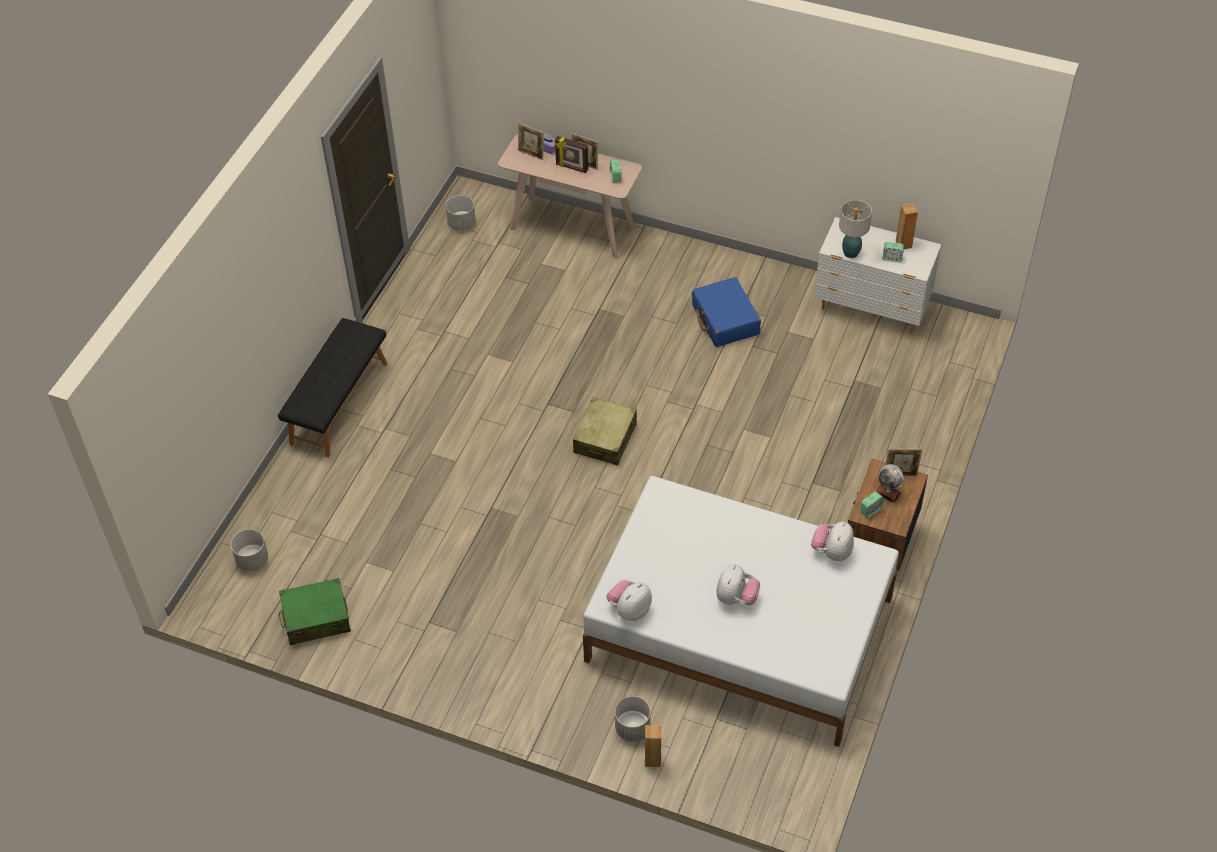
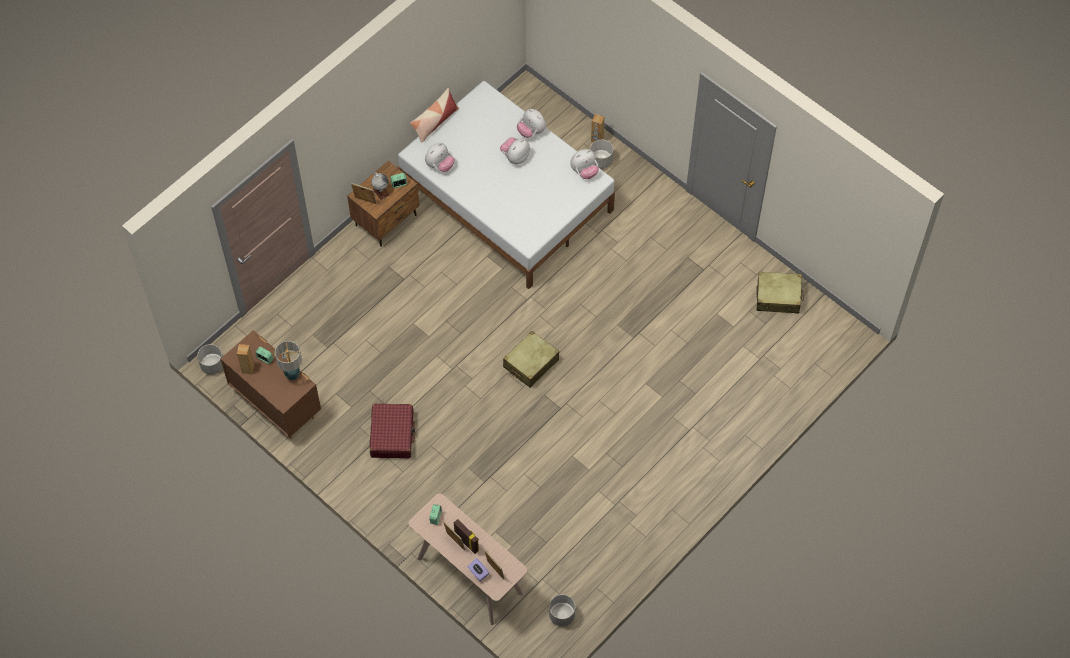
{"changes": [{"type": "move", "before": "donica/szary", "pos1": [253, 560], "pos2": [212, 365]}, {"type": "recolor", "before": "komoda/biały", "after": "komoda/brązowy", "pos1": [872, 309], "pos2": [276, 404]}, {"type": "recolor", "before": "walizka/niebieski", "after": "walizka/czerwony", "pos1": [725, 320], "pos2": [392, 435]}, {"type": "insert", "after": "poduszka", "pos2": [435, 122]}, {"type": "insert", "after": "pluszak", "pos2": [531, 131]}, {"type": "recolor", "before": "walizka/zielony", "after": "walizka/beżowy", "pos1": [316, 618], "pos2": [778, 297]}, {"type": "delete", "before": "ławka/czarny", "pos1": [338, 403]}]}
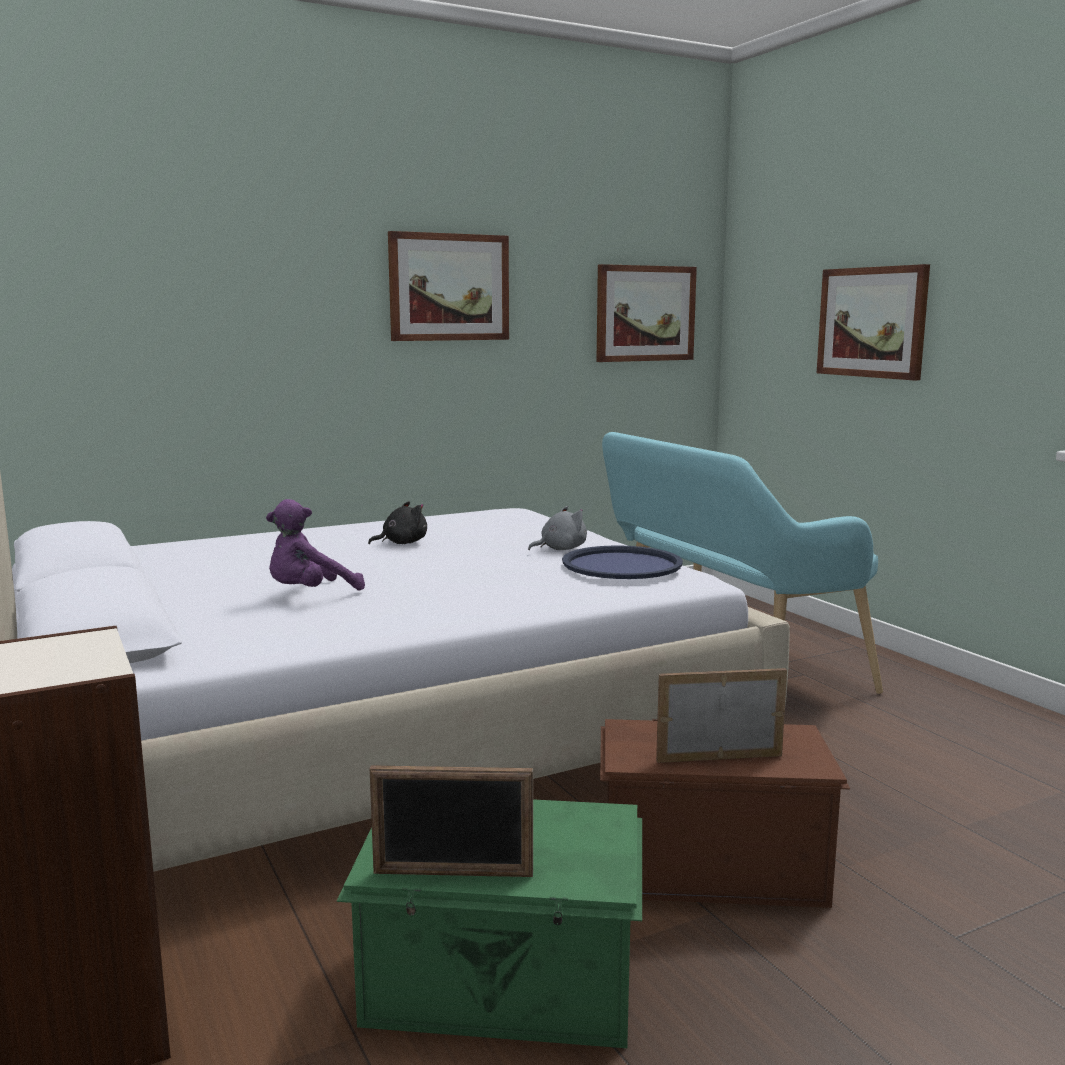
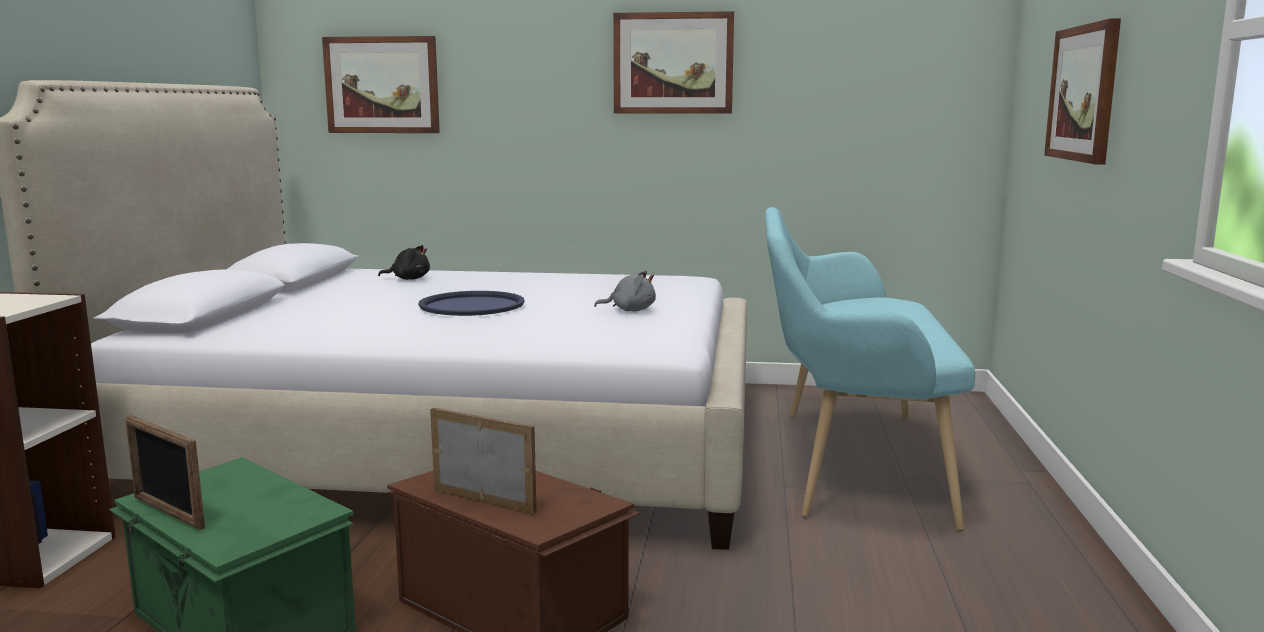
{"changes": [{"type": "move", "before": "obraz", "pos1": [645, 313], "pos2": [382, 85]}, {"type": "move", "before": "pluszak/czarny", "pos1": [402, 543], "pos2": [408, 279]}, {"type": "move", "before": "taca/niebieski", "pos1": [622, 565], "pos2": [471, 305]}, {"type": "delete", "before": "pluszak/fioletowy", "pos1": [310, 594]}]}
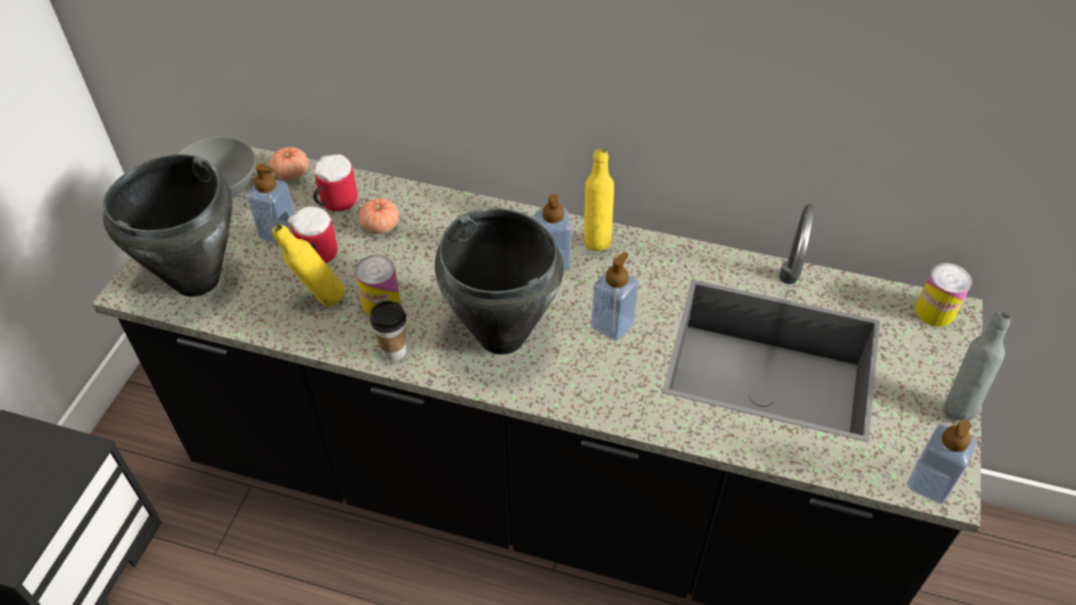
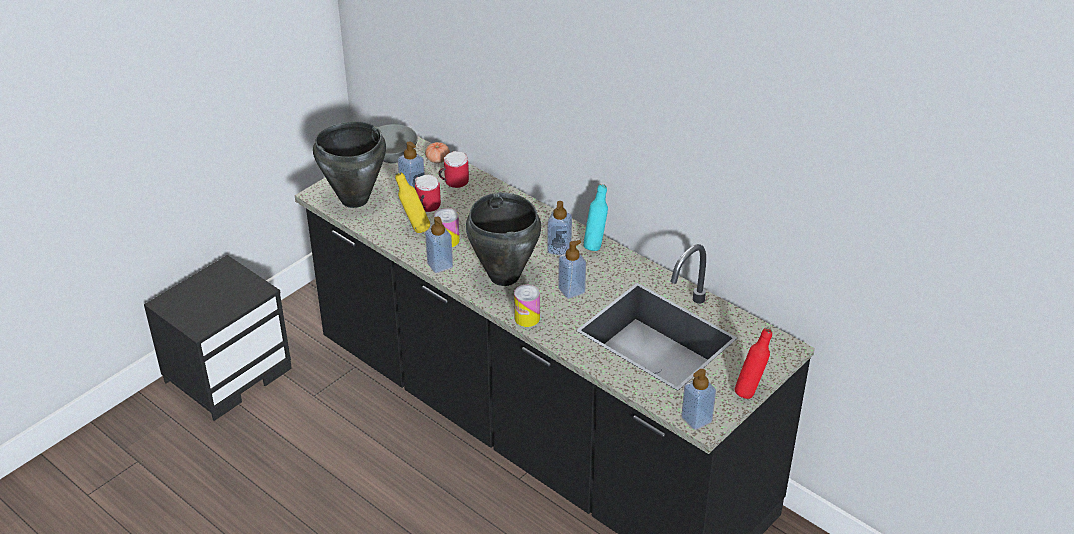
{"changes": [{"type": "replace", "before": "filiżanka", "after": "dozownik mydła", "pos1": [394, 351], "pos2": [440, 265]}, {"type": "move", "before": "puszka", "pos1": [934, 311], "pos2": [527, 318]}, {"type": "recolor", "before": "butelka/żółty", "after": "butelka/turkusowy", "pos1": [596, 238], "pos2": [595, 245]}, {"type": "recolor", "before": "butelka/szary", "after": "butelka/czerwony", "pos1": [959, 403], "pos2": [750, 391]}, {"type": "delete", "before": "pomidor", "pos1": [380, 226]}]}
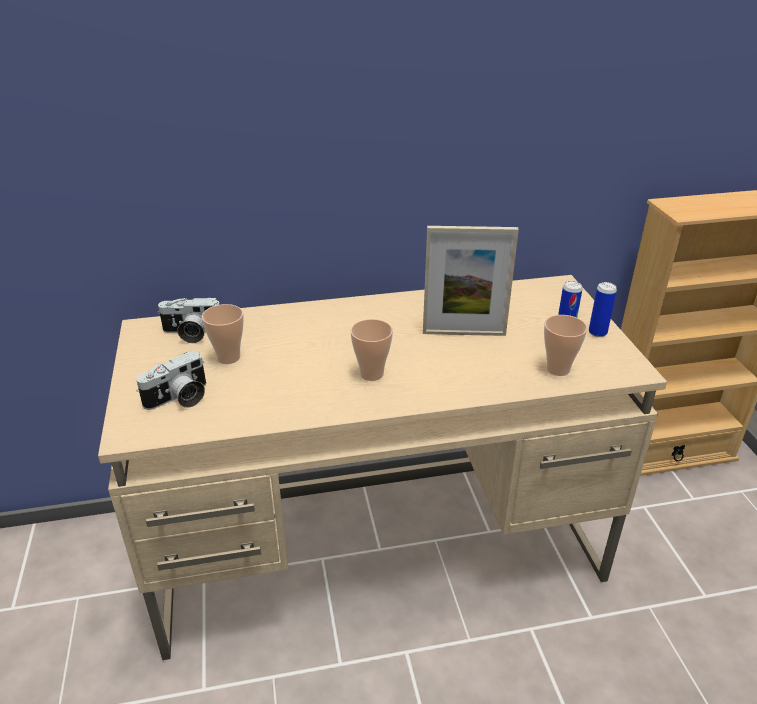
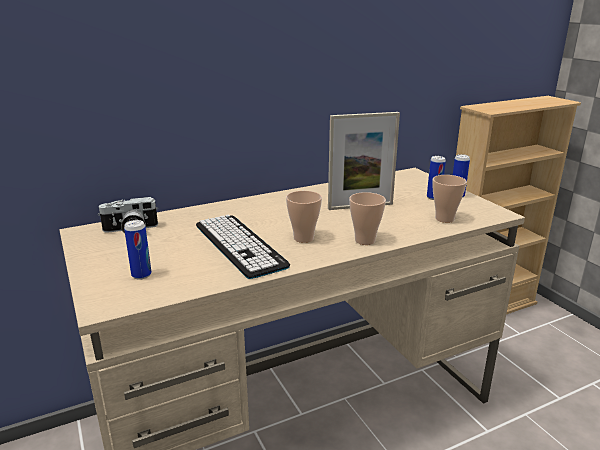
{"changes": [{"type": "replace", "before": "aparat fotograficzny", "after": "puszka", "pos1": [179, 399], "pos2": [141, 275]}, {"type": "insert", "after": "klawiatura", "pos2": [239, 245]}, {"type": "move", "before": "filiżanka", "pos1": [228, 357], "pos2": [365, 240]}]}
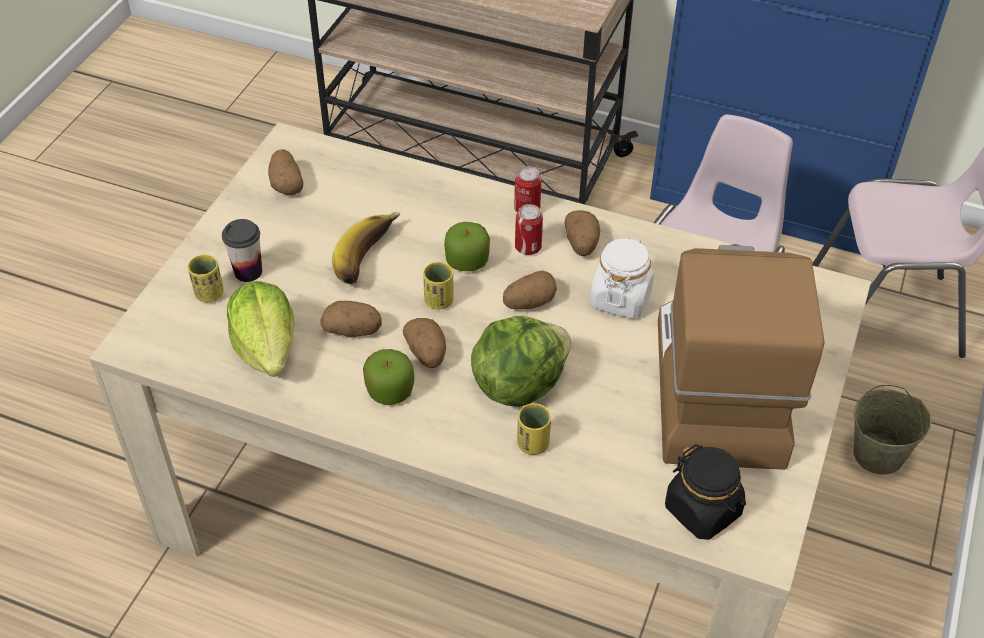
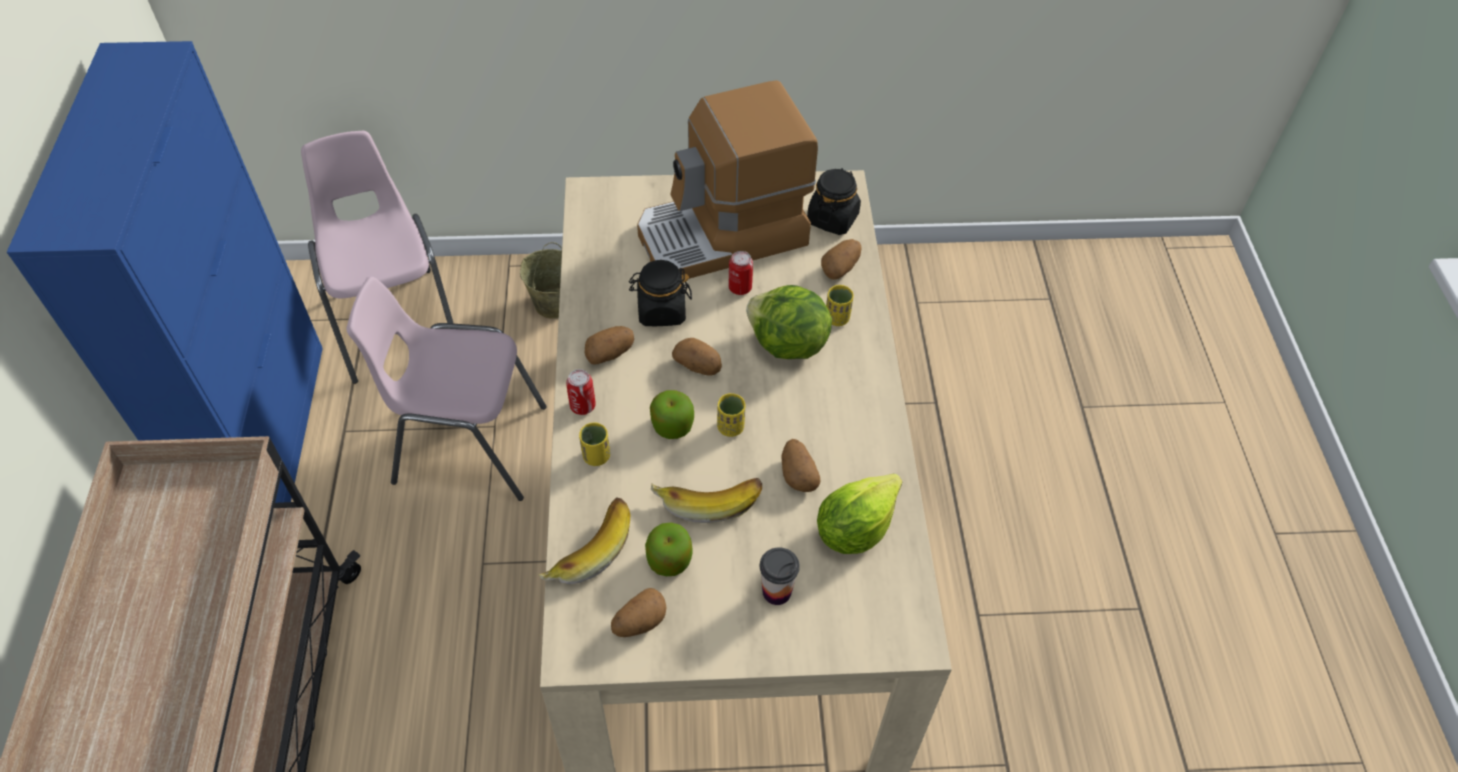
{"changes": [{"type": "insert", "after": "banan", "pos2": [587, 548]}, {"type": "move", "before": "filiżanka/żółty", "pos1": [209, 294], "pos2": [596, 456]}, {"type": "recolor", "before": "słoik/biały", "after": "słoik/czarny", "pos1": [620, 298], "pos2": [661, 311]}, {"type": "move", "before": "jabłko", "pos1": [390, 390], "pos2": [669, 560]}, {"type": "move", "before": "puszka", "pos1": [528, 247], "pos2": [740, 287]}, {"type": "move", "before": "ziemniak", "pos1": [427, 353], "pos2": [840, 268]}]}
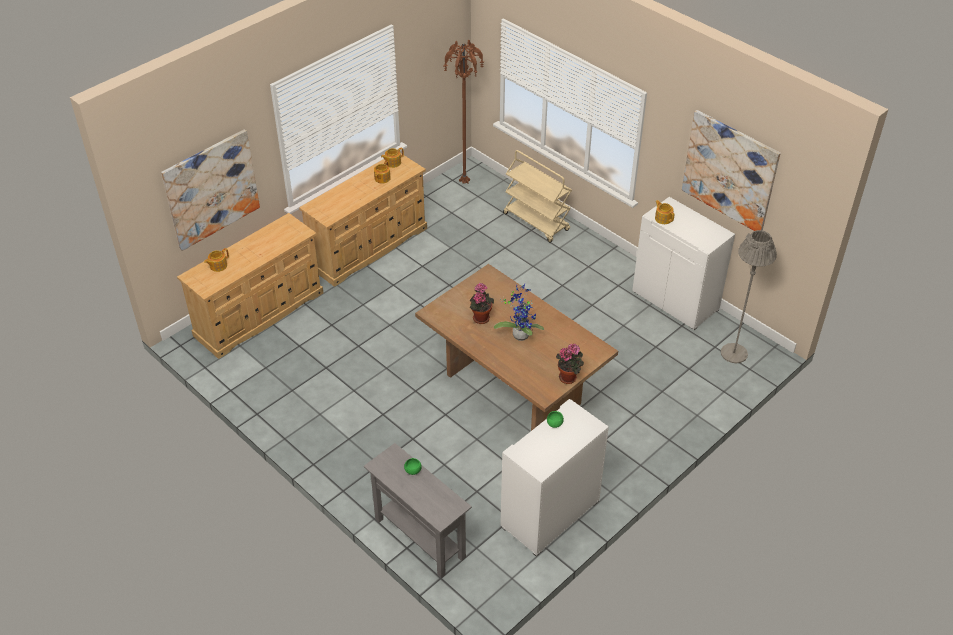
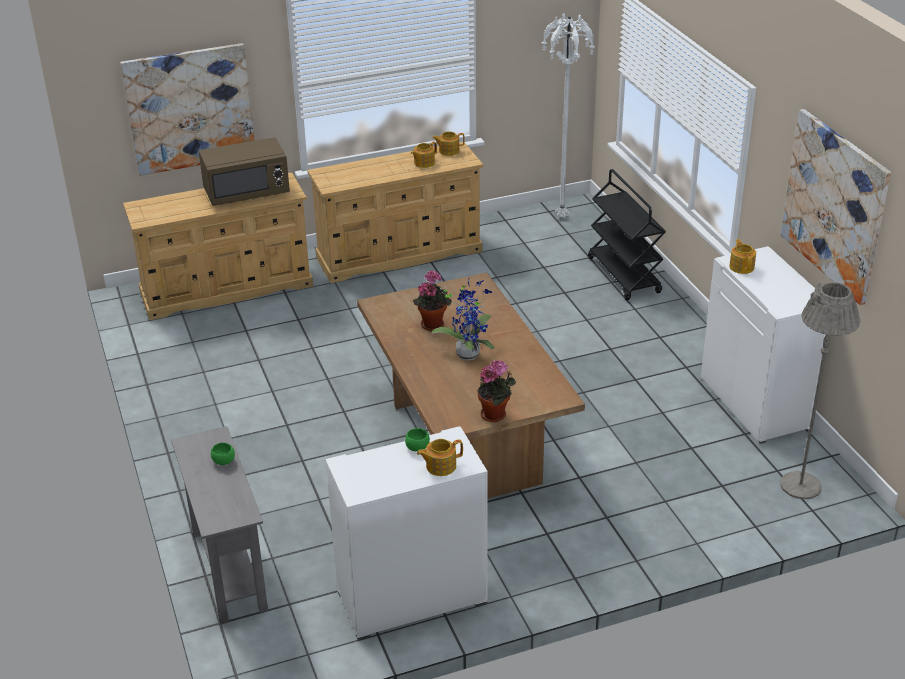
{"changes": [{"type": "insert", "after": "mikrofalówka/brązowy", "pos2": [247, 193]}, {"type": "move", "before": "imbryk", "pos1": [218, 266], "pos2": [440, 466]}, {"type": "recolor", "before": "lampa stojąca/brązowy", "after": "lampa stojąca/biały", "pos1": [465, 183], "pos2": [562, 217]}, {"type": "recolor", "before": "wózek/beżowy", "after": "wózek/czarny", "pos1": [536, 222], "pos2": [624, 276]}]}
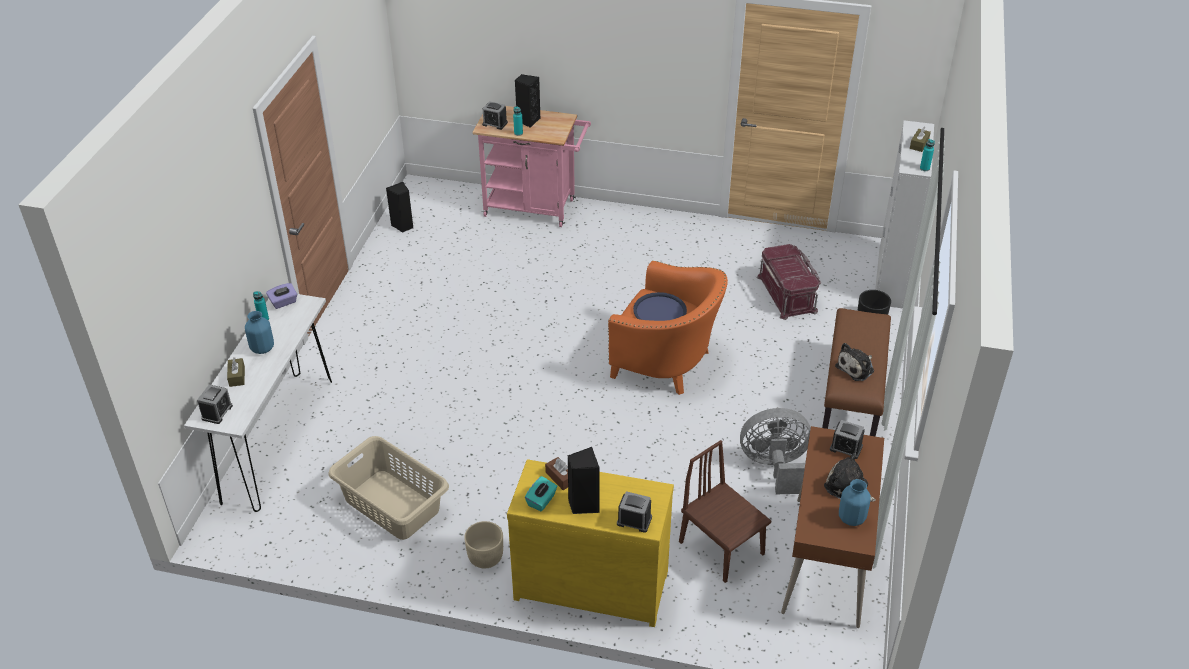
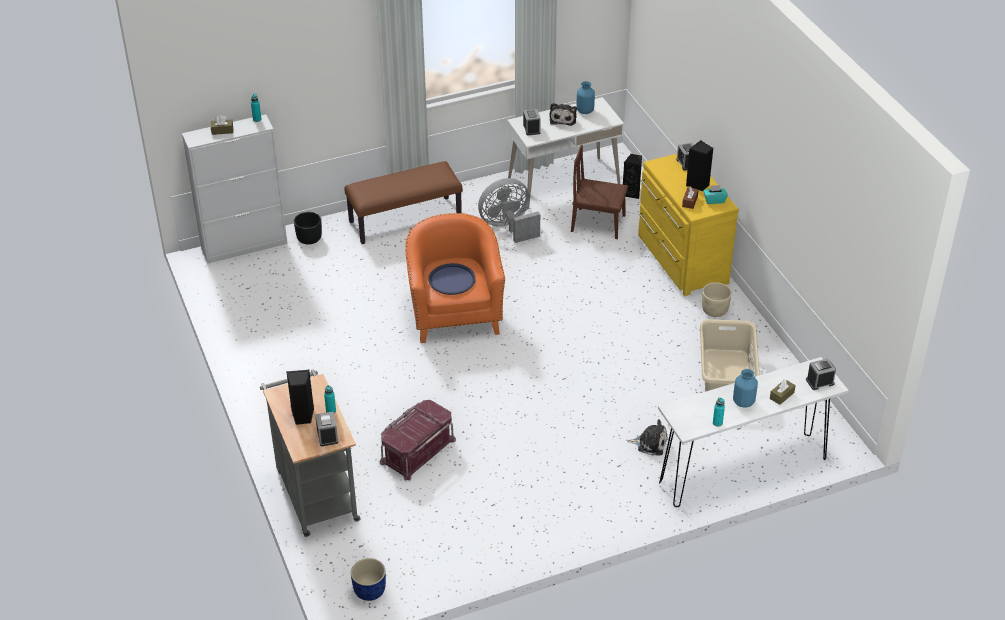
{"changes": [{"type": "recolor", "before": "wózek/różowy", "after": "wózek/szary", "pos1": [535, 208], "pos2": [315, 491]}, {"type": "insert", "after": "donica/niebieski", "pos2": [369, 591]}, {"type": "move", "before": "pojemnik do przechowywania/czerwony", "pos1": [787, 294], "pos2": [417, 450]}, {"type": "rotate", "before": "wentylator/szary", "pos1": [776, 468], "pos2": [508, 227], "turn": 105}, {"type": "recolor", "before": "biurko/brązowy", "after": "biurko/biały", "pos1": [827, 561], "pos2": [563, 183]}, {"type": "rotate", "before": "krzesło/brązowy", "pos1": [721, 548], "pos2": [598, 223], "turn": 90}, {"type": "move", "before": "głośnik/czarny", "pos1": [403, 226], "pos2": [632, 193]}, {"type": "move", "before": "pluszak", "pos1": [856, 368], "pos2": [650, 443]}, {"type": "delete", "before": "pudełko chusteczek/fioletowy", "pos1": [283, 302]}]}
